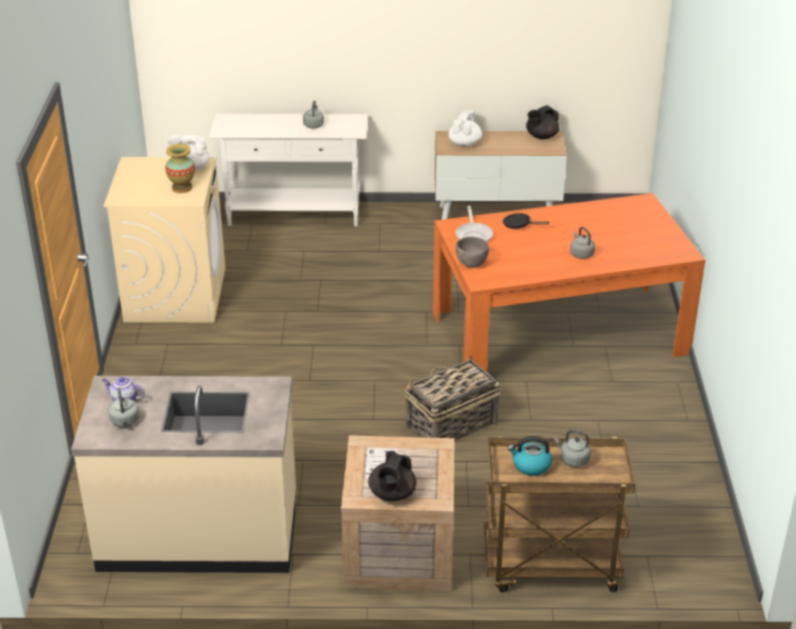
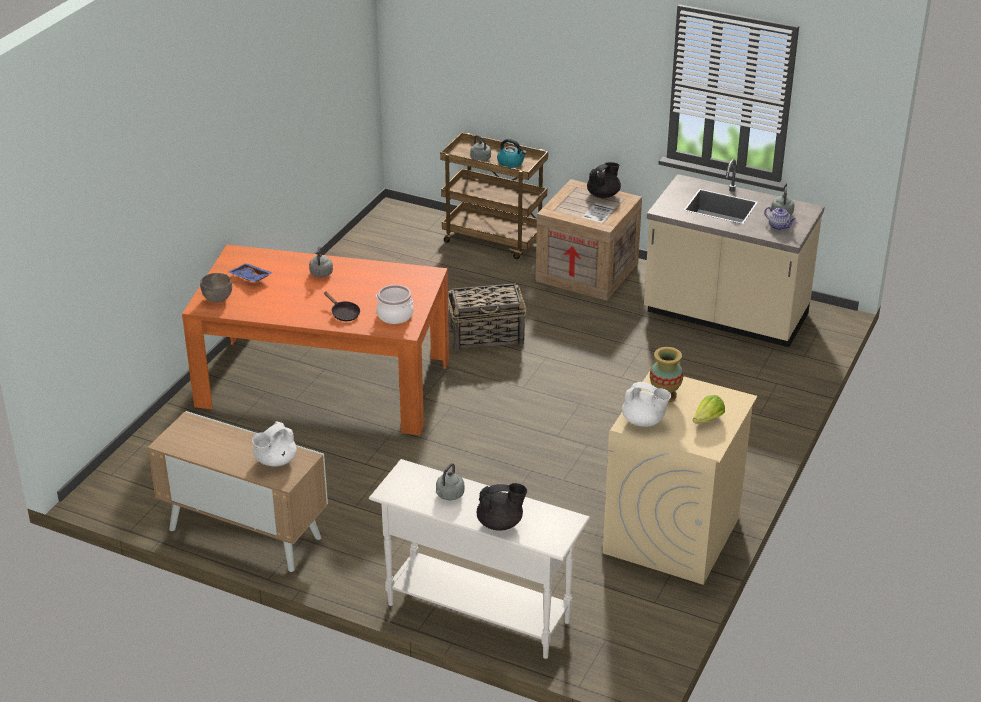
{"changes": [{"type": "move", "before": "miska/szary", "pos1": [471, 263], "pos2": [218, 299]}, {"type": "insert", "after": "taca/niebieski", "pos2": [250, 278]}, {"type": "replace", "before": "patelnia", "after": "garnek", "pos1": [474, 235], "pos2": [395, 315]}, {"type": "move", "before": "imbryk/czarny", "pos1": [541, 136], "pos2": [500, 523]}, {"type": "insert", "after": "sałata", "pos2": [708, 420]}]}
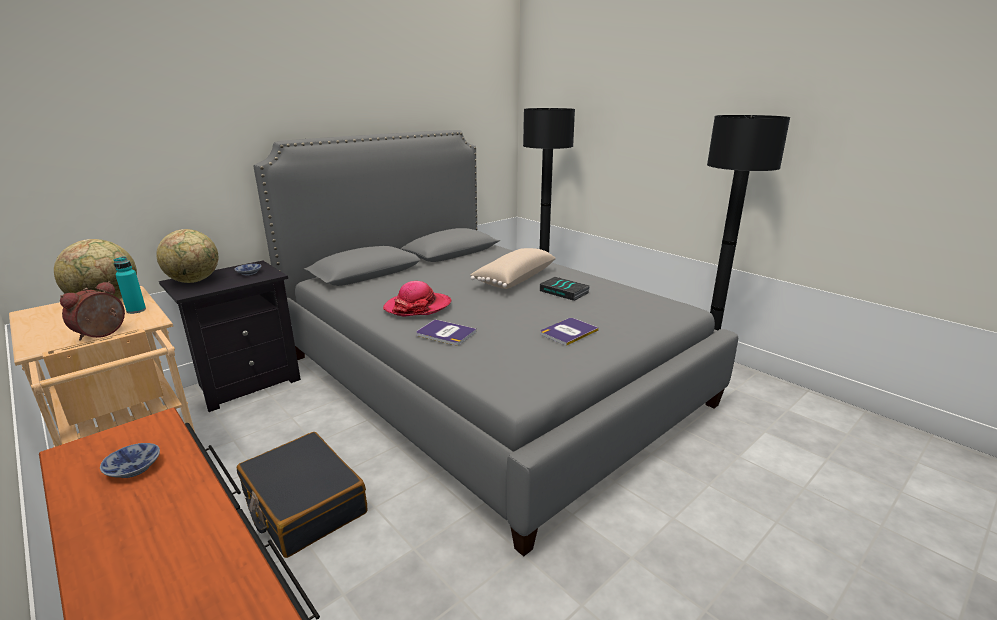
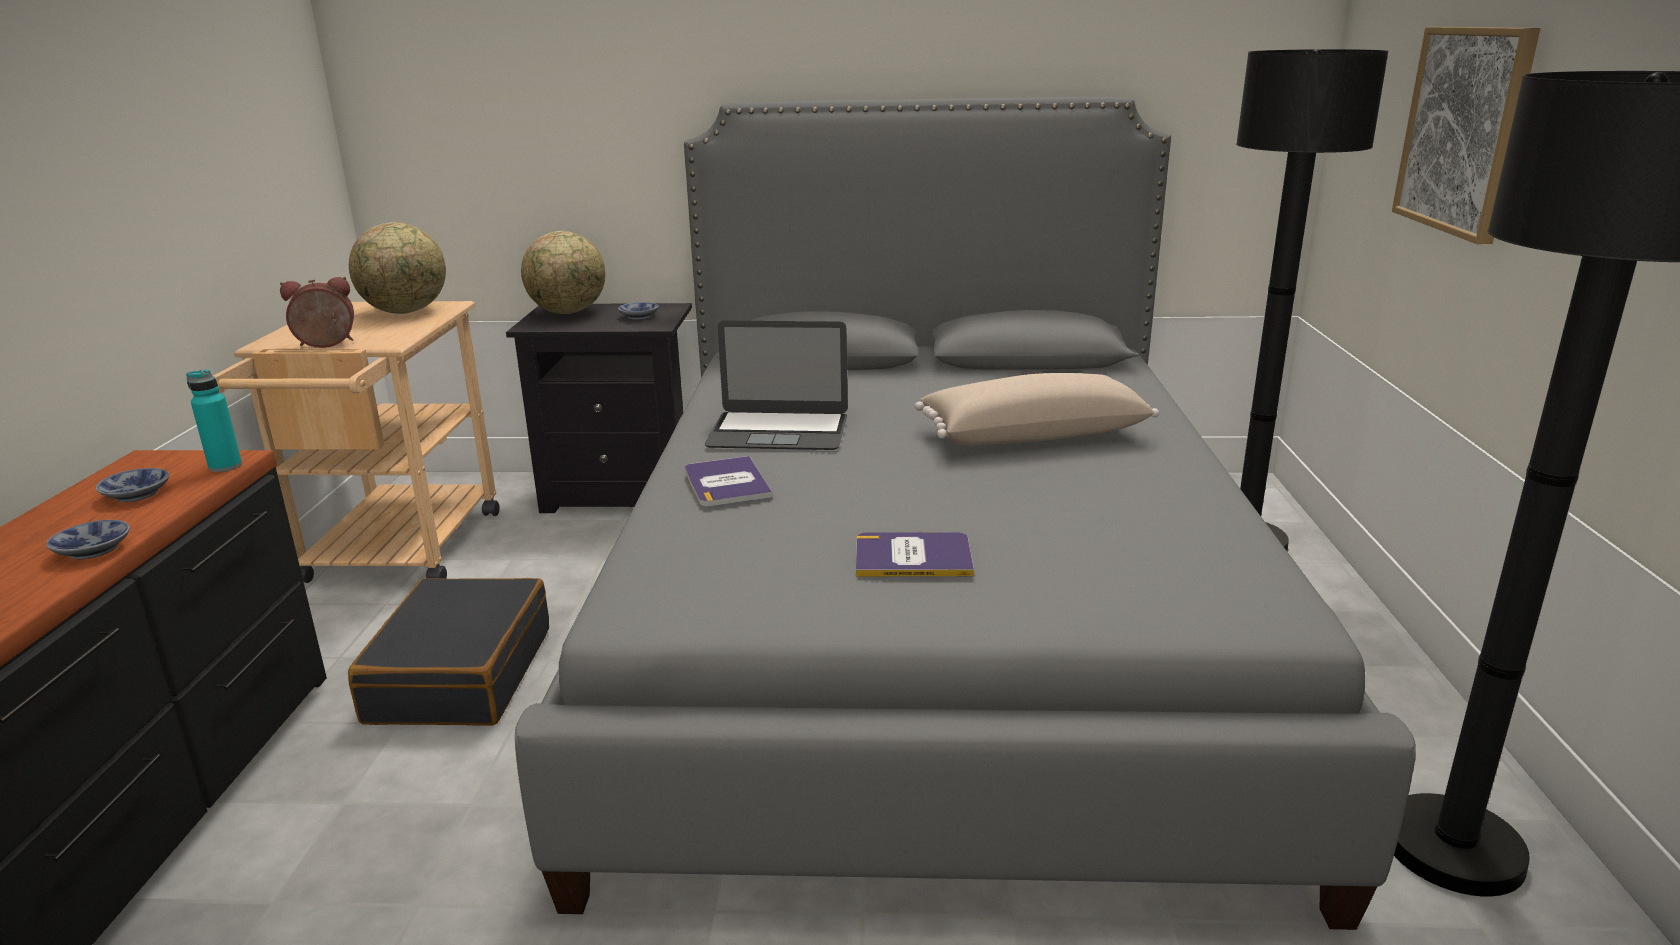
{"changes": [{"type": "insert", "after": "miska", "pos2": [92, 551]}, {"type": "move", "before": "butelka/turkusowy", "pos1": [136, 310], "pos2": [225, 466]}, {"type": "replace", "before": "kapelusz", "after": "laptop", "pos1": [418, 307], "pos2": [778, 431]}, {"type": "insert", "after": "obraz", "pos2": [1464, 130]}, {"type": "delete", "before": "książka", "pos1": [565, 292]}]}
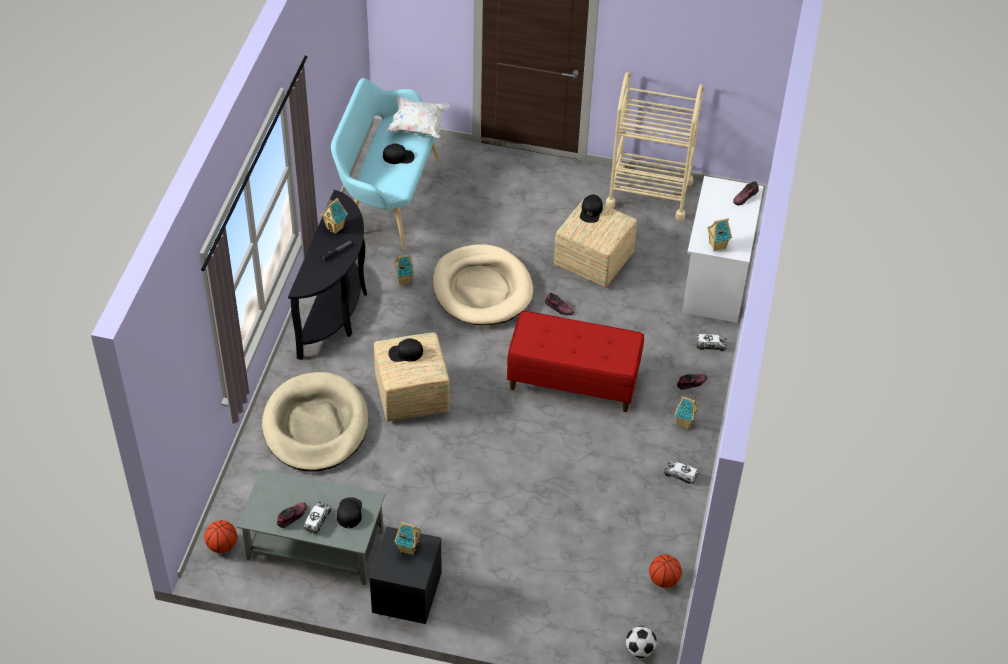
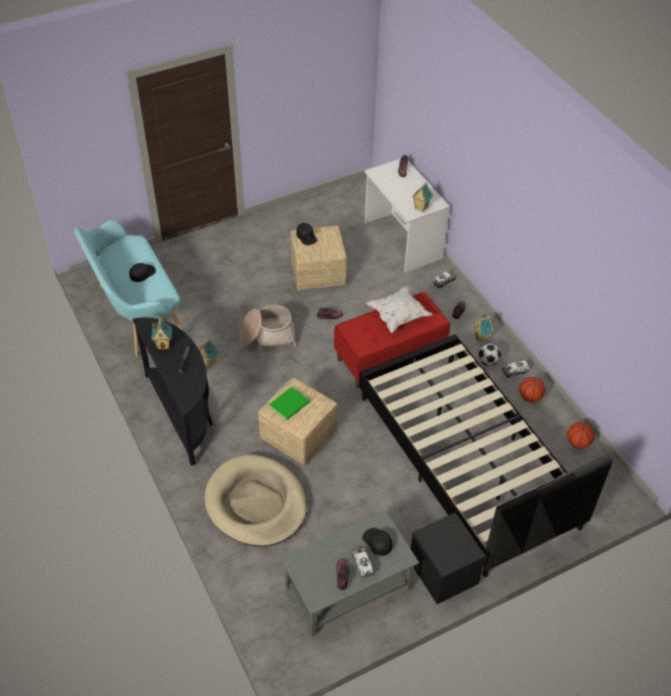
{"changes": [{"type": "replace", "before": "legowisko/beżowy", "after": "koszyk", "pos1": [482, 289], "pos2": [267, 335]}, {"type": "replace", "before": "czapka z daszkiem/czarny", "after": "książka/zielony", "pos1": [405, 353], "pos2": [290, 404]}, {"type": "insert", "after": "łóżko/czarny", "pos2": [466, 461]}, {"type": "move", "before": "poduszka/biały", "pos1": [418, 126], "pos2": [398, 316]}, {"type": "move", "before": "piłka futbolowa", "pos1": [639, 650], "pos2": [487, 362]}, {"type": "move", "before": "piłka do koszykówki", "pos1": [222, 545], "pos2": [530, 397]}, {"type": "delete", "before": "domek", "pos1": [408, 548]}, {"type": "delete", "before": "wózek/beżowy", "pos1": [649, 194]}]}
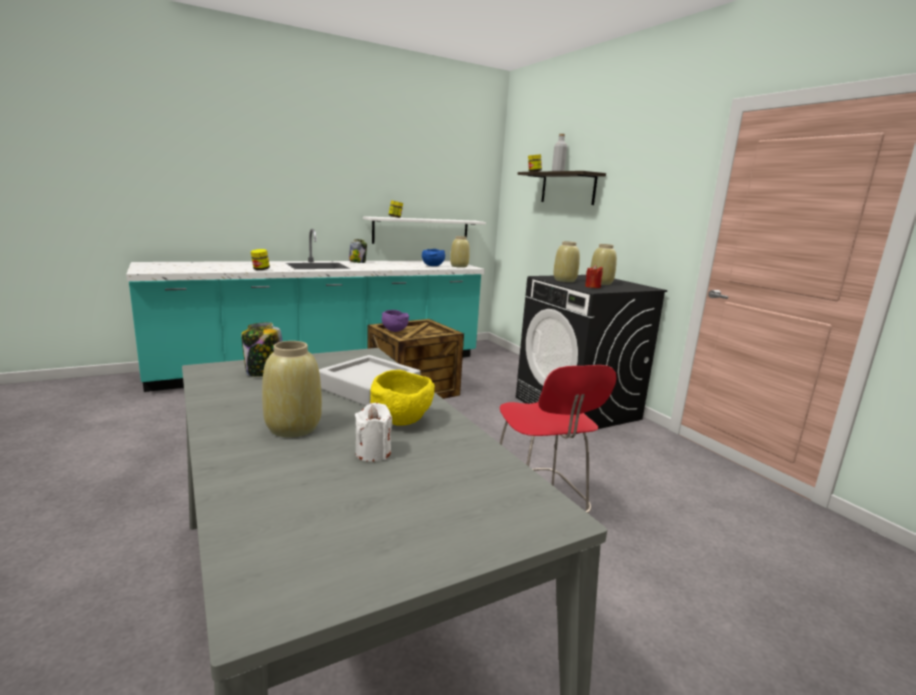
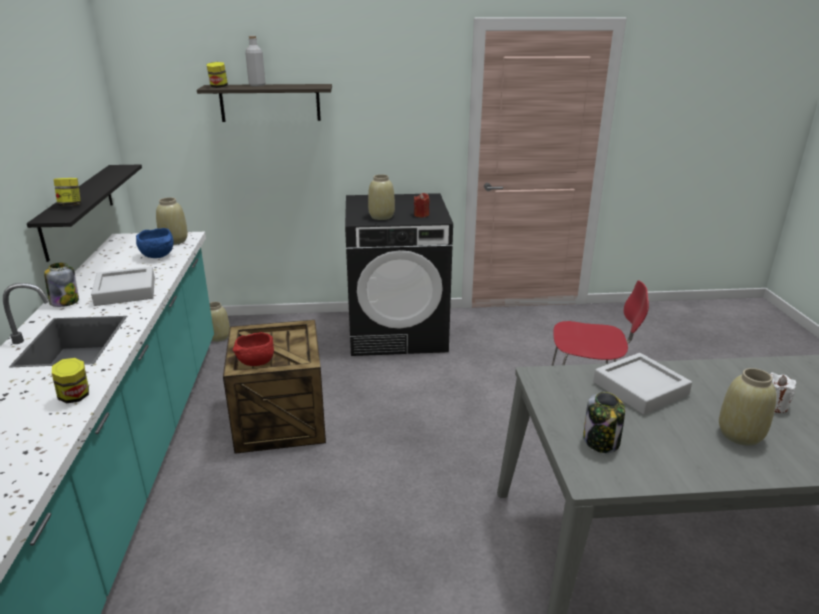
{"changes": [{"type": "recolor", "before": "półka/biały", "after": "półka/czarny", "pos1": [421, 231], "pos2": [78, 210]}, {"type": "insert", "after": "taca/szary", "pos2": [125, 291]}, {"type": "move", "before": "wazon/beżowy", "pos1": [601, 283], "pos2": [219, 337]}, {"type": "recolor", "before": "miska/fioletowy", "after": "miska/czerwony", "pos1": [394, 331], "pos2": [255, 363]}, {"type": "delete", "before": "miska/żółty", "pos1": [401, 420]}]}
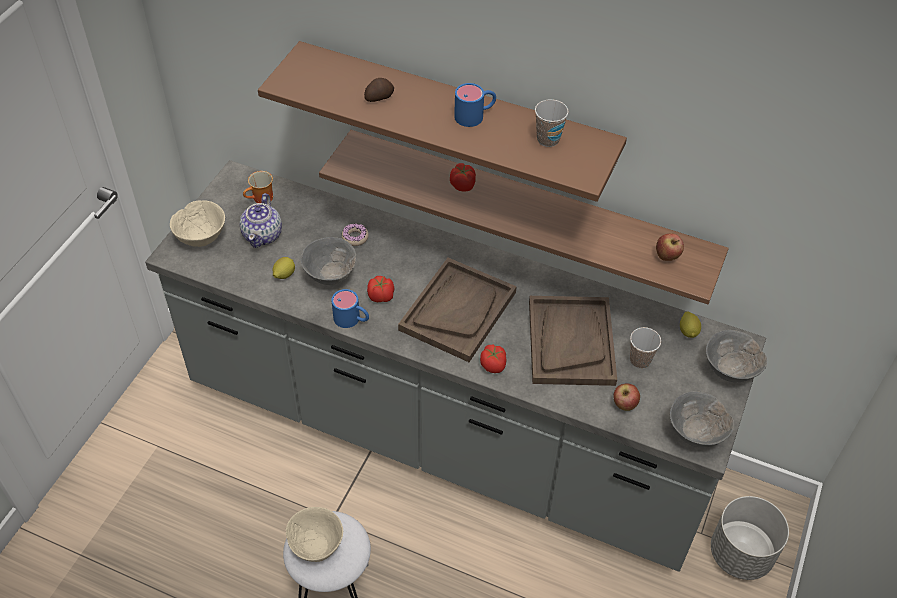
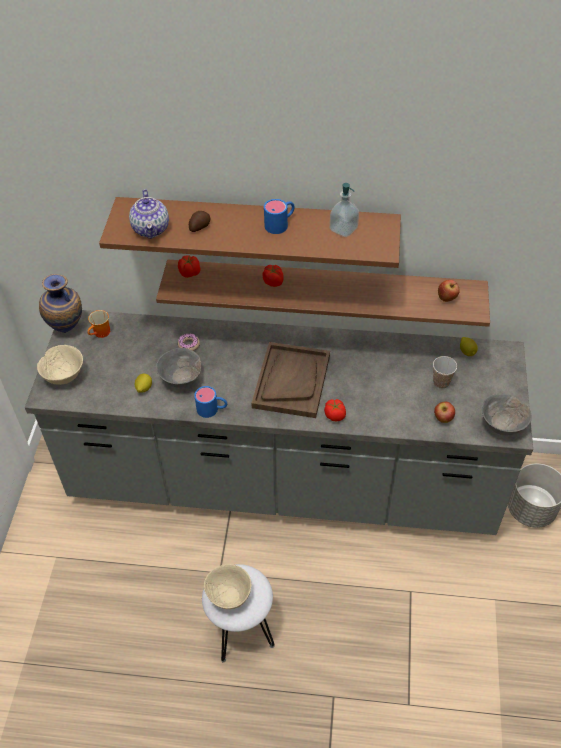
{"changes": [{"type": "insert", "after": "wazon", "pos2": [68, 328]}, {"type": "move", "before": "imbryk", "pos1": [263, 235], "pos2": [151, 228]}, {"type": "move", "before": "pomidor", "pos1": [381, 296], "pos2": [190, 273]}, {"type": "replace", "before": "filiżanka", "after": "dozownik mydła", "pos1": [548, 139], "pos2": [343, 229]}, {"type": "delete", "before": "taca/brązowy", "pos1": [570, 342]}, {"type": "delete", "before": "miska/szary", "pos1": [730, 371]}]}
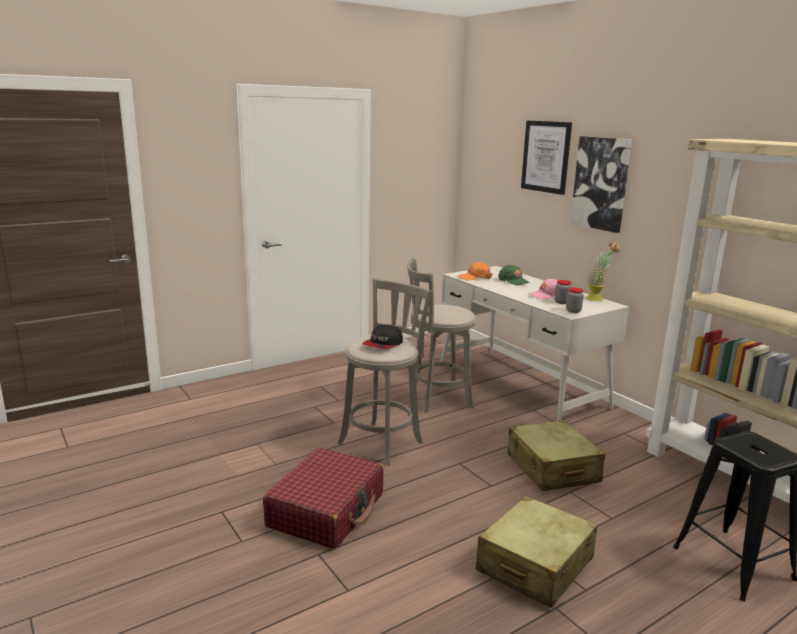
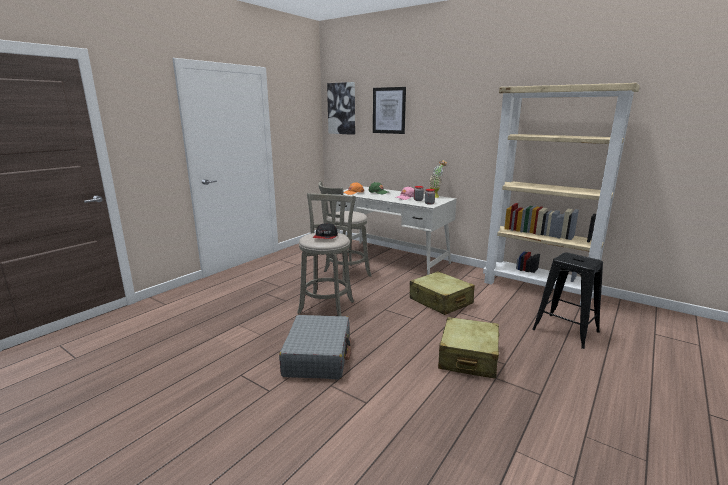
{"changes": [{"type": "recolor", "before": "walizka/czerwony", "after": "walizka/szary", "pos1": [327, 510], "pos2": [318, 356]}, {"type": "move", "before": "obraz", "pos1": [601, 183], "pos2": [342, 108]}]}
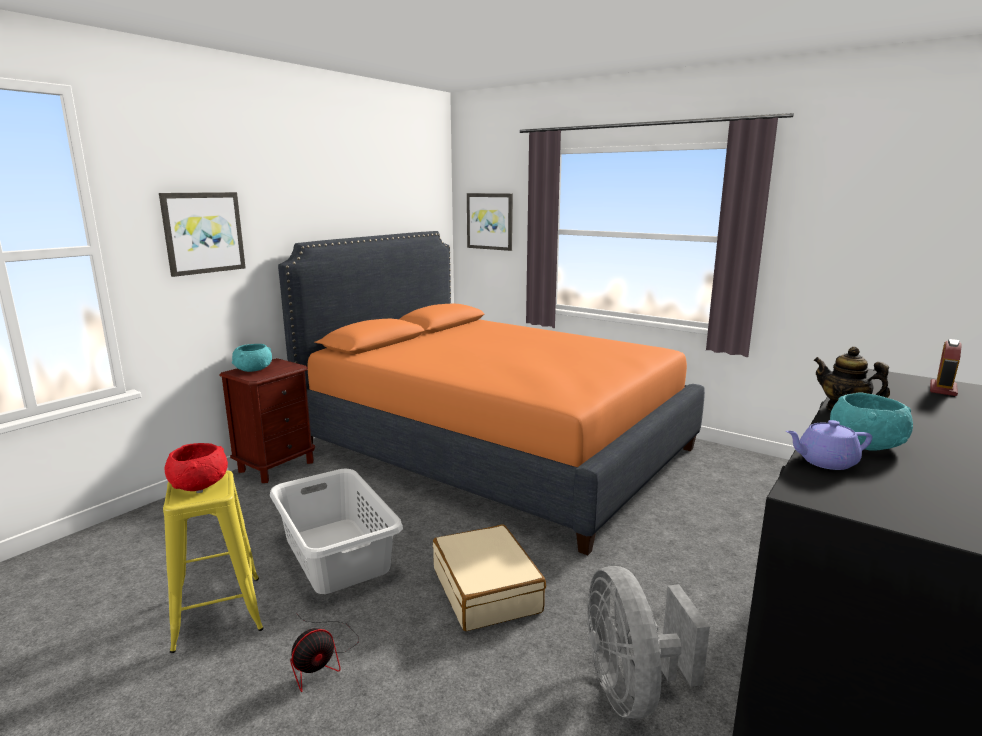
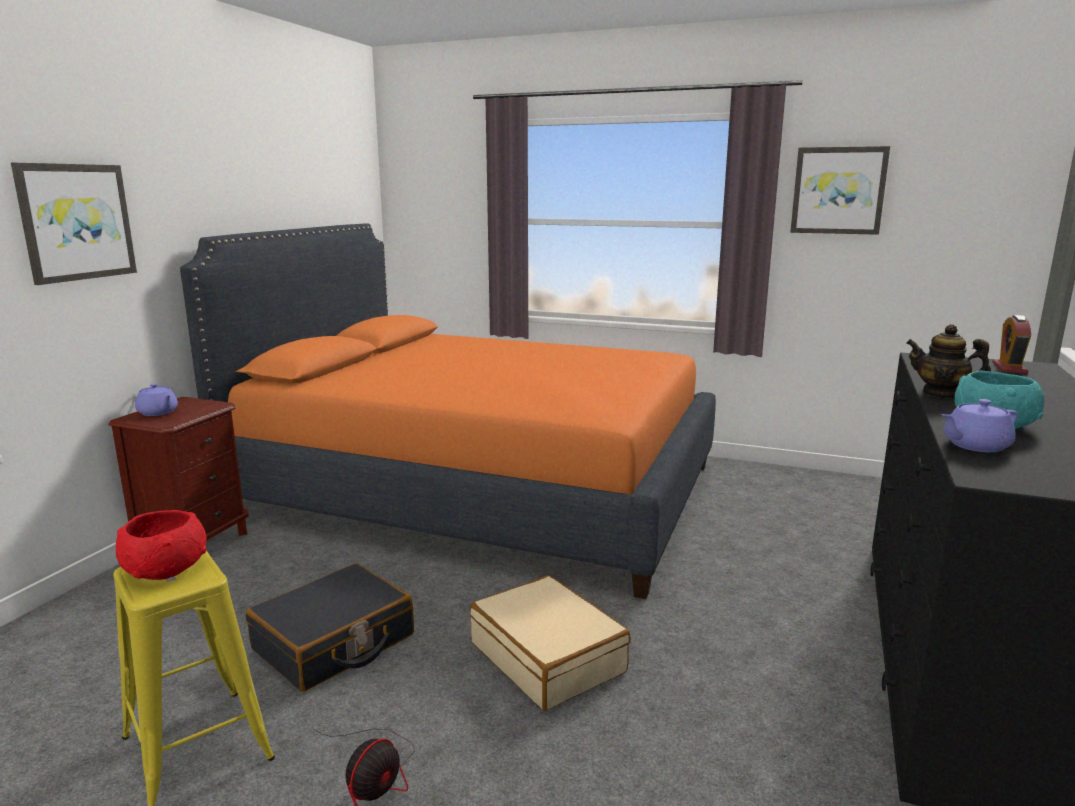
{"changes": [{"type": "replace", "before": "miska/turkusowy", "after": "imbryk/fioletowy", "pos1": [253, 369], "pos2": [158, 413]}, {"type": "replace", "before": "kosz na pranie/szary", "after": "walizka/czarny", "pos1": [337, 553], "pos2": [334, 643]}, {"type": "move", "before": "obraz", "pos1": [490, 221], "pos2": [838, 190]}, {"type": "delete", "before": "wentylator/szary", "pos1": [632, 689]}]}
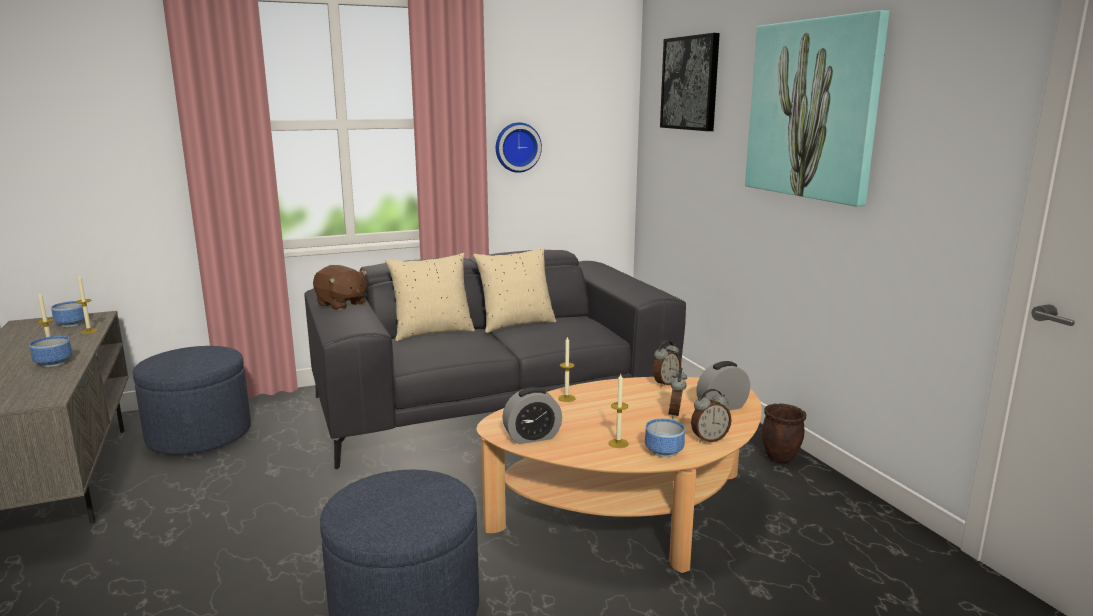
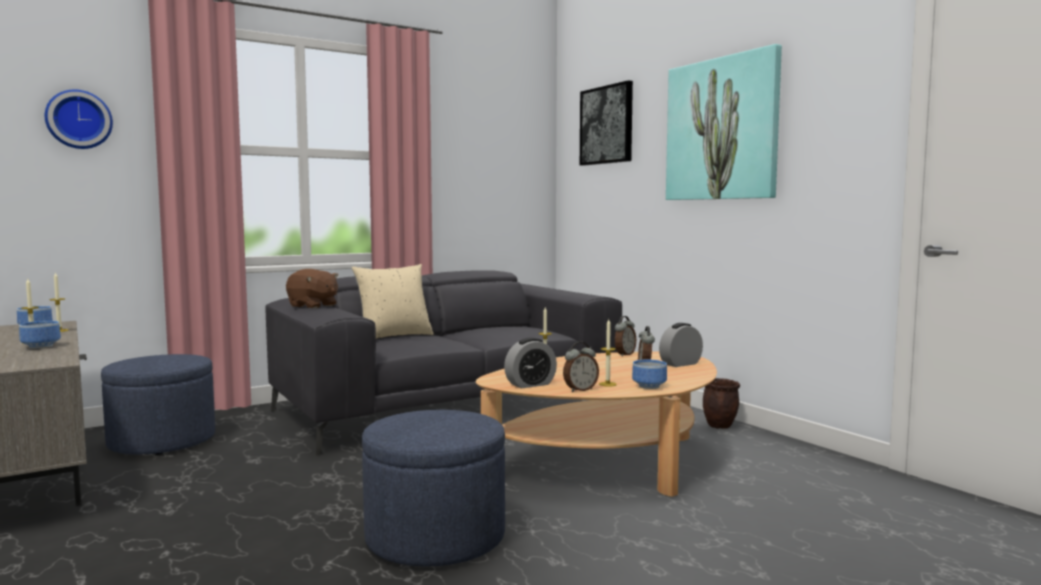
{"changes": [{"type": "move", "before": "zegar ścienny", "pos1": [517, 147], "pos2": [79, 120]}, {"type": "move", "before": "budzik", "pos1": [709, 439], "pos2": [580, 390]}, {"type": "delete", "before": "poduszka/beżowy", "pos1": [516, 324]}]}
